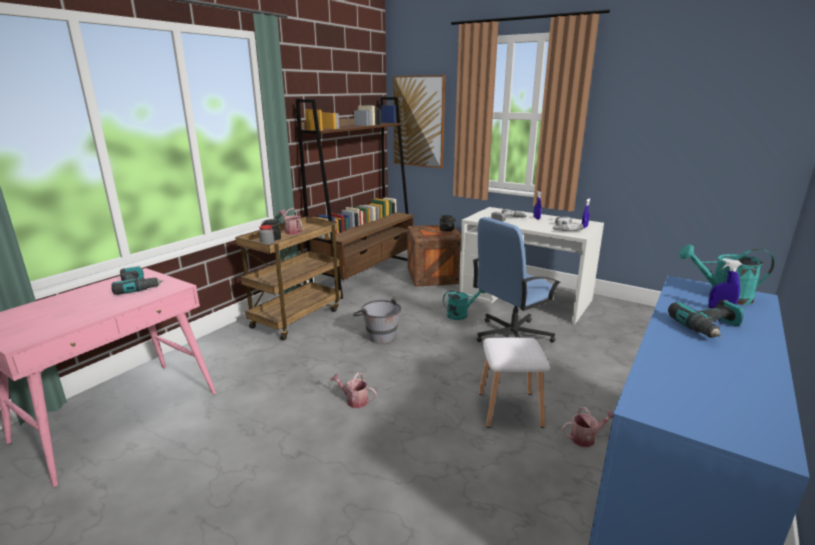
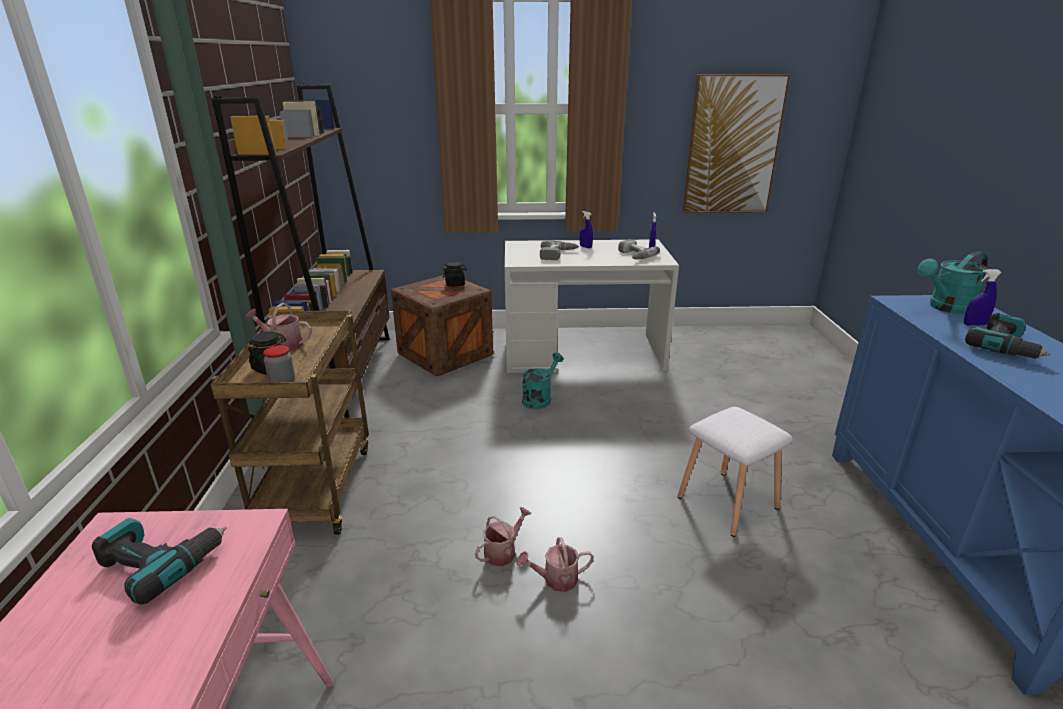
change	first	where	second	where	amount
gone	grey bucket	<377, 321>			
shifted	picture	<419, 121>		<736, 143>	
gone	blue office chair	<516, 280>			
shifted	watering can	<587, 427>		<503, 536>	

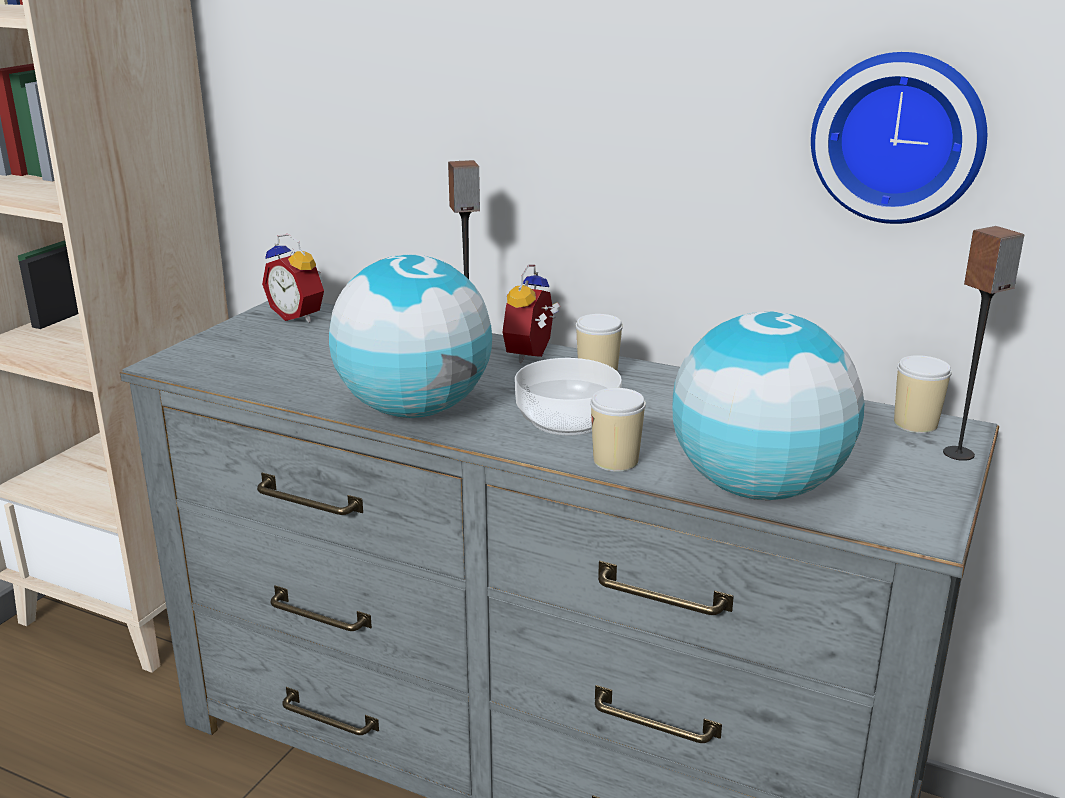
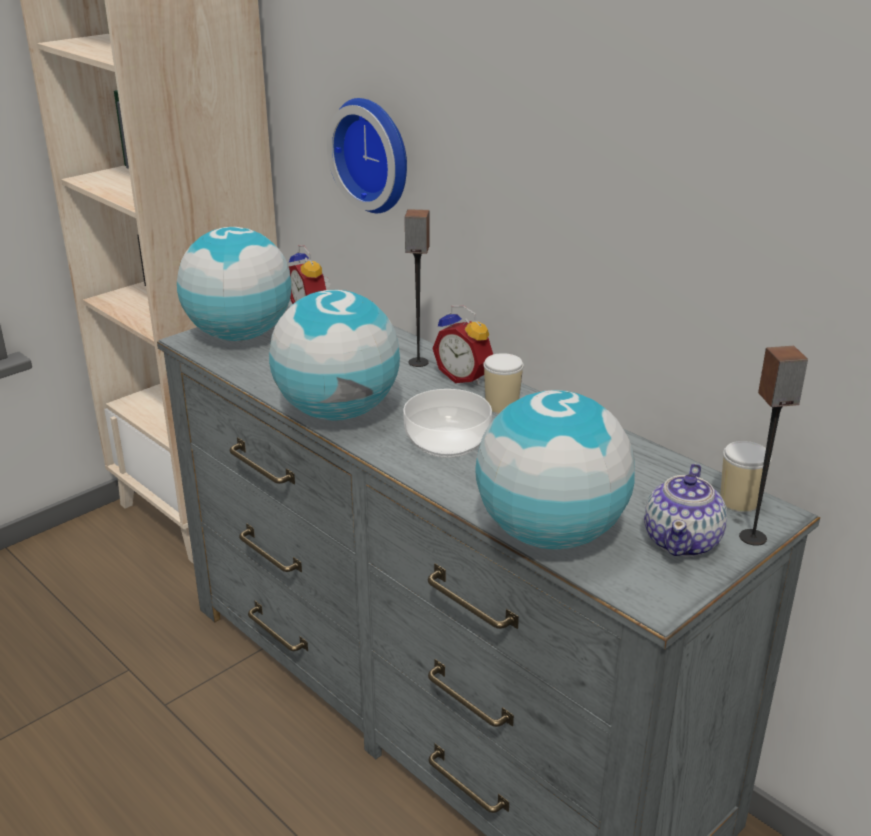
change	first	where	second	where	amount
rotated	alarm clock	<531, 313>		<463, 345>	90 degrees counterclockwise
gone	cup	<618, 430>			
shifted	wall clock	<899, 138>		<367, 155>	
new			globe	<234, 284>	
new			teapot	<685, 510>	

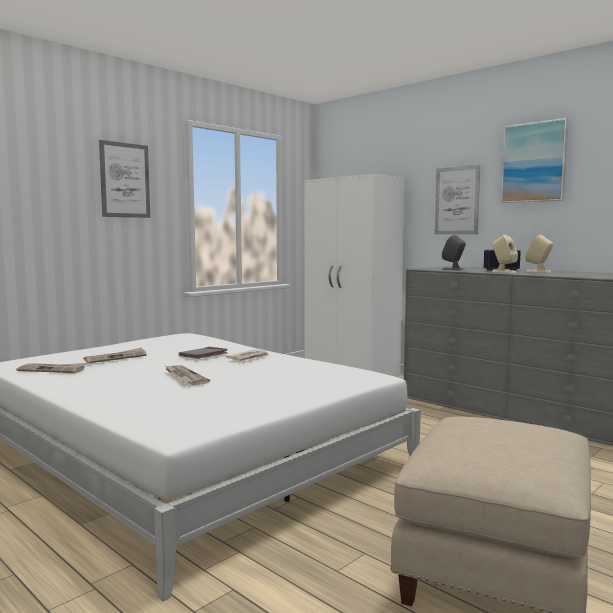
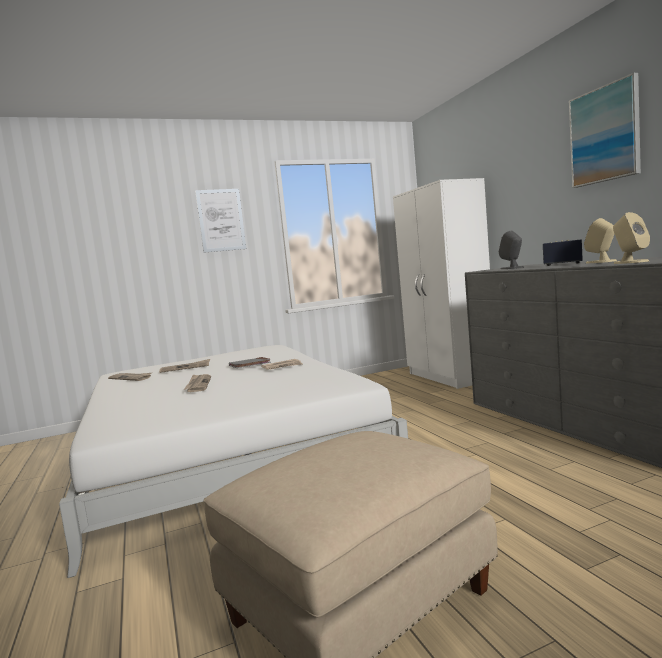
change	first	where	second	where	amount
gone	picture	<457, 199>			
shifted	beige speaker	<505, 254>		<631, 238>	

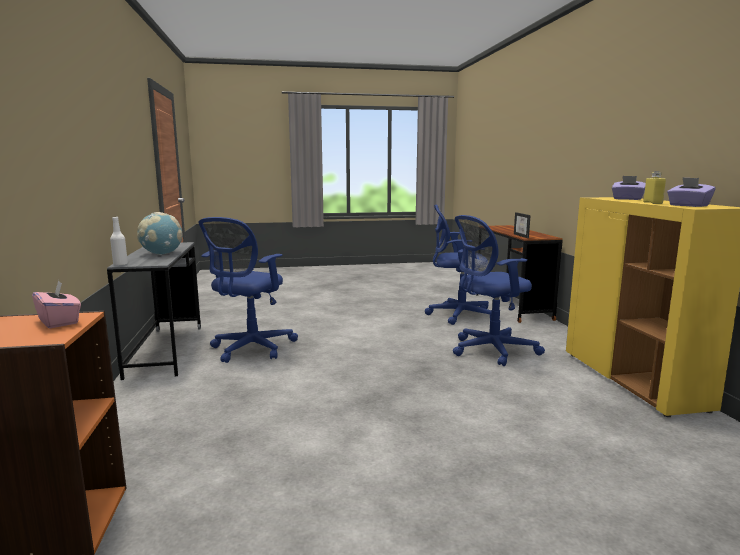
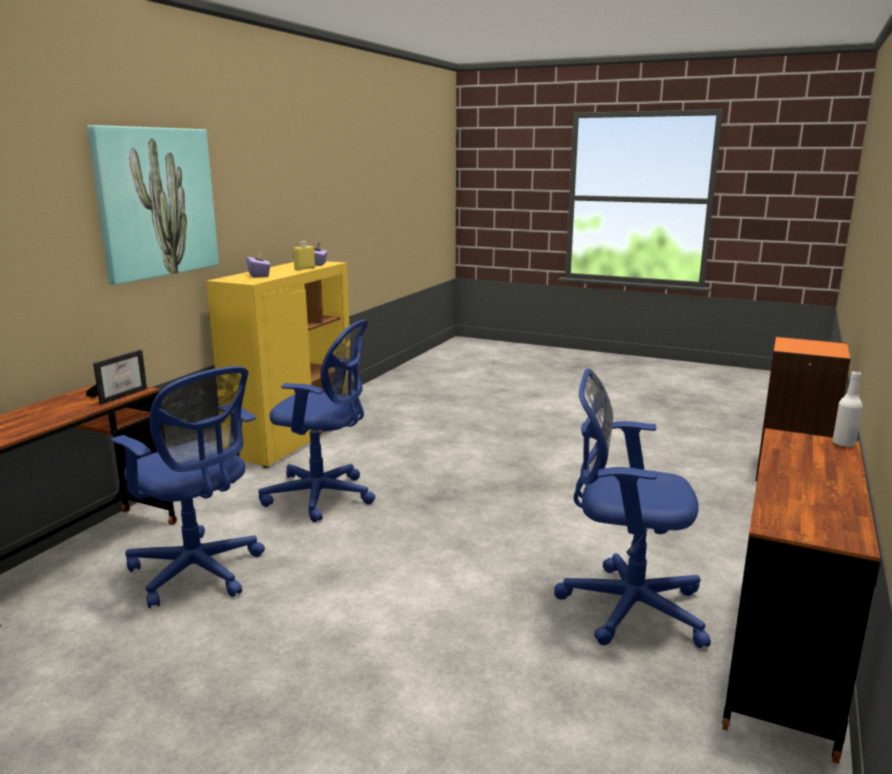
change	first	where	second	where	amount
gone	pink tissue box	<56, 304>			
repainted	grey desk	<154, 311>	brown desk	<801, 596>	
gone	globe	<160, 233>			
rotated	blue office chair	<248, 290>		<632, 508>	135 degrees counterclockwise
new			picture	<153, 205>	

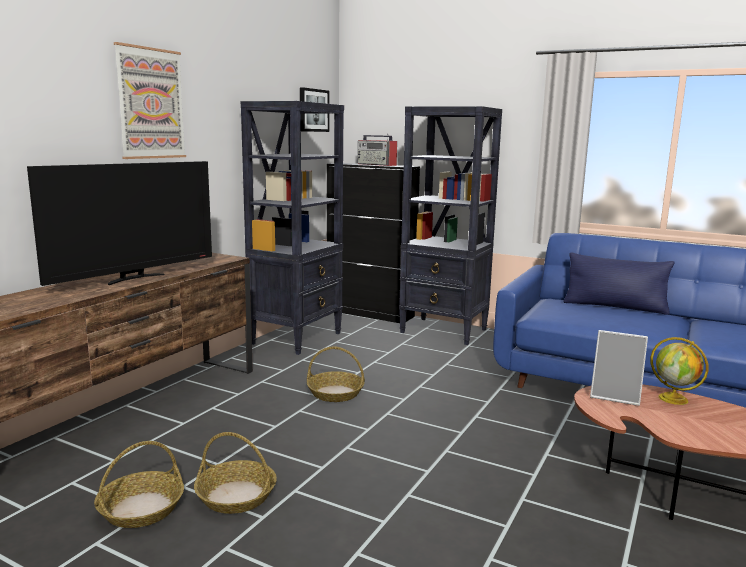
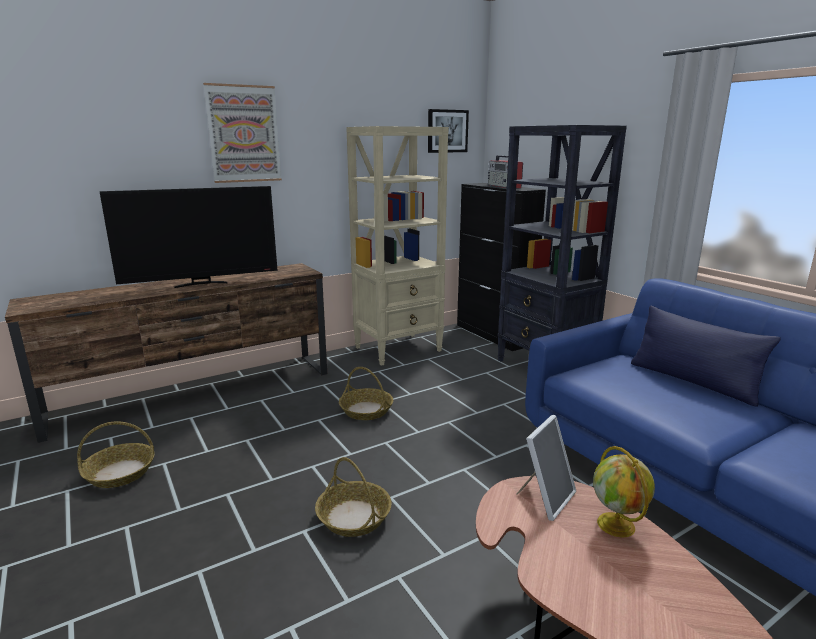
change	first	where	second	where	amount
shifted	basket	<235, 473>		<353, 497>	
repainted	black bookcase	<292, 228>	beige bookcase	<397, 246>	
rotated	picture frame	<619, 368>		<546, 468>	105 degrees counterclockwise

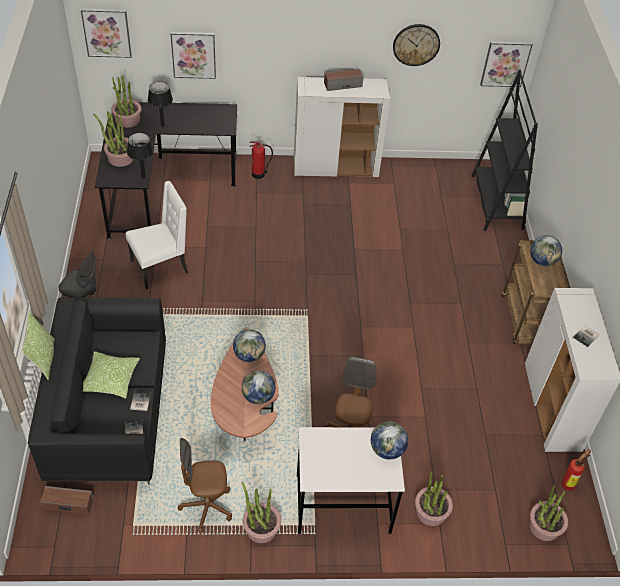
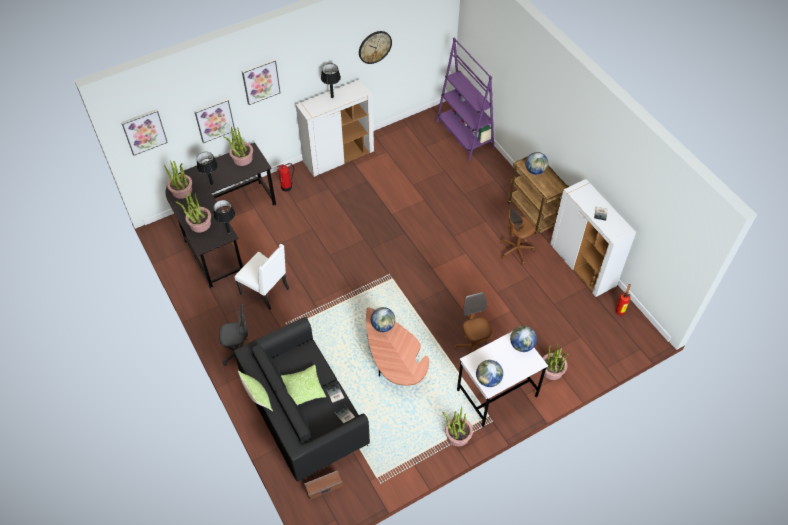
change	first	where	second	where	amount
rotated	white chair	<157, 235>		<262, 277>	90 degrees clockwise
shifted	brown office chair	<205, 485>		<518, 234>	
shifted	globe	<259, 387>		<489, 373>	
swapped	speaker	<344, 80>	black table lamp	<331, 80>	
repainted	black bookcase	<505, 150>	purple bookcase	<465, 98>	
shifted	picture	<506, 64>		<261, 82>	
shifted	potted plant	<548, 513>		<238, 146>	

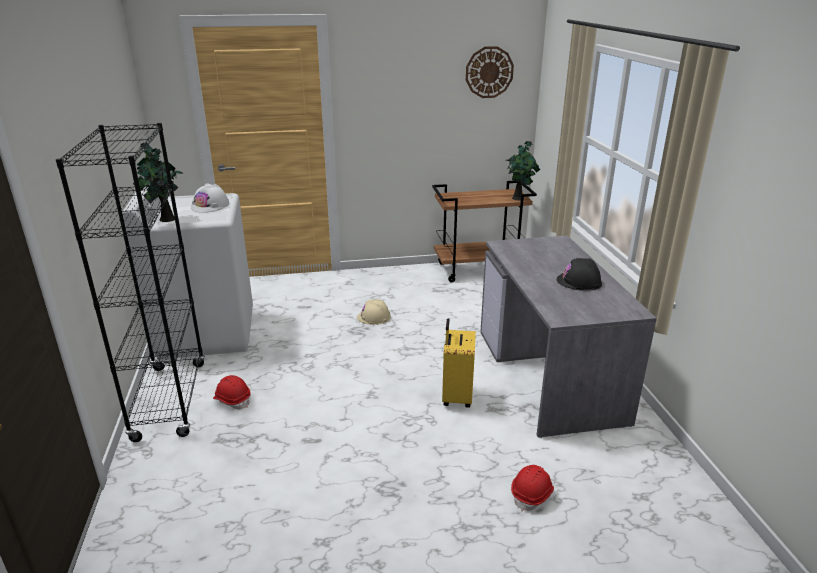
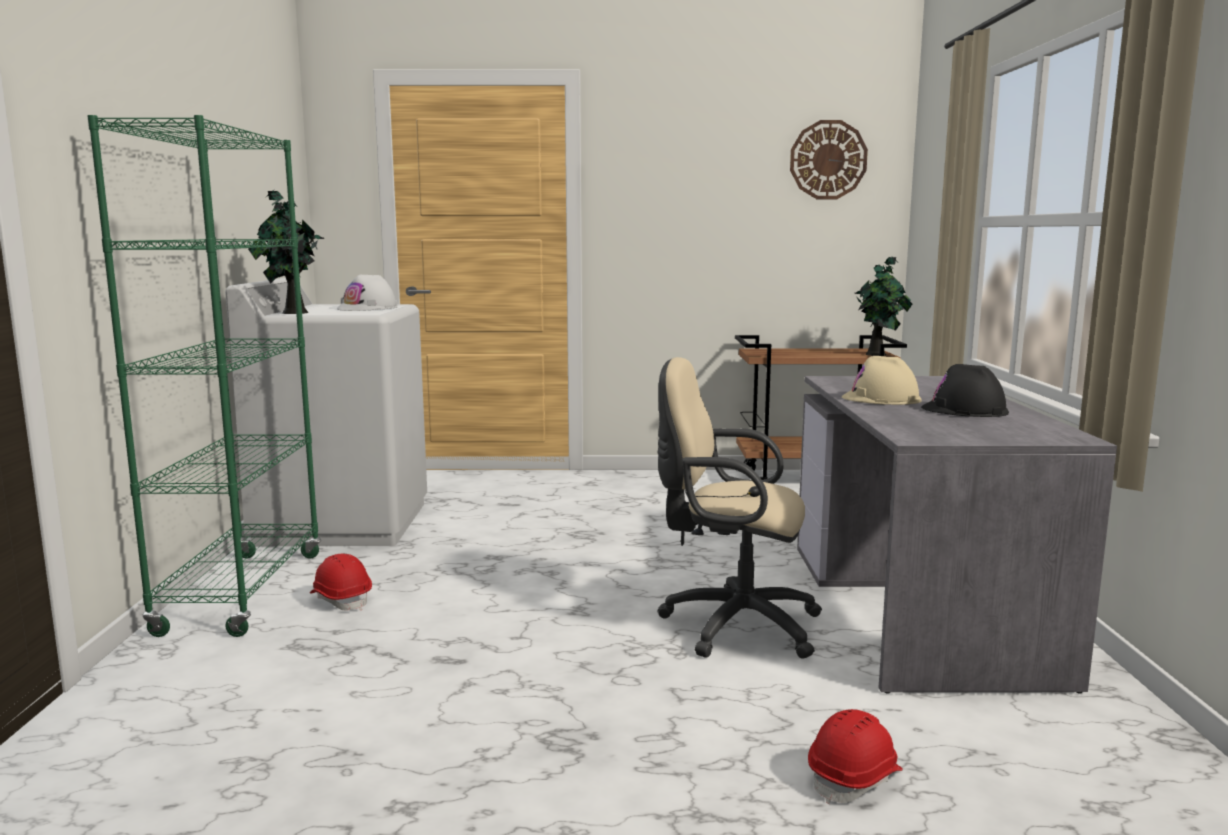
change	first	where	second	where	amount
repainted	black bookcase	<130, 282>	green bookcase	<204, 376>	
shifted	beige hard hat	<374, 312>		<882, 380>	
swapped	yellow suitcase	<459, 363>	beige office chair	<739, 508>	

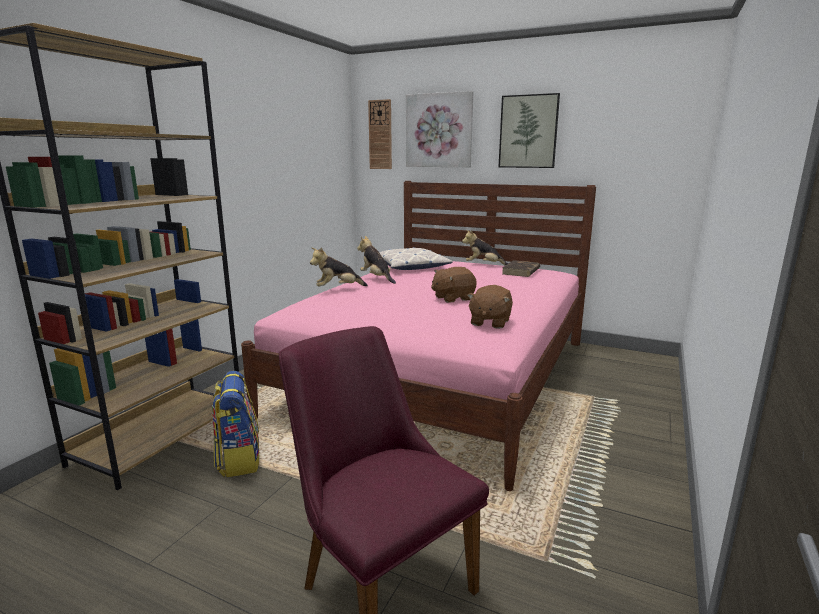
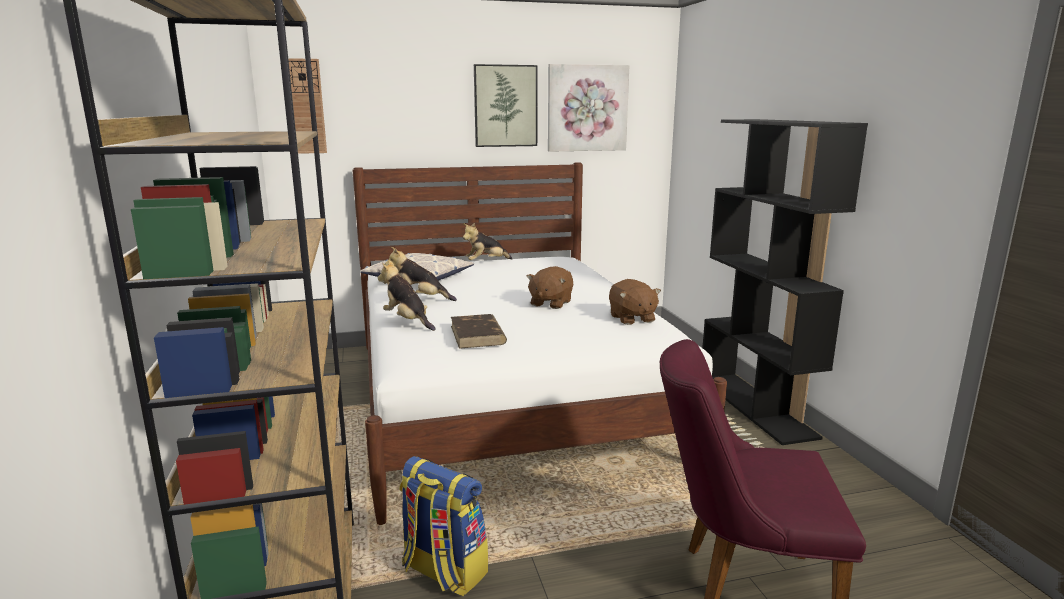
change	first	where	second	where	amount
repainted	pink bed	<418, 336>	white bed	<539, 344>	
rotated	plush toy	<339, 267>		<406, 295>	105 degrees clockwise
shifted	picture	<439, 129>		<588, 108>	
shifted	brown book	<521, 268>		<479, 331>	
new			black bookcase	<785, 282>	

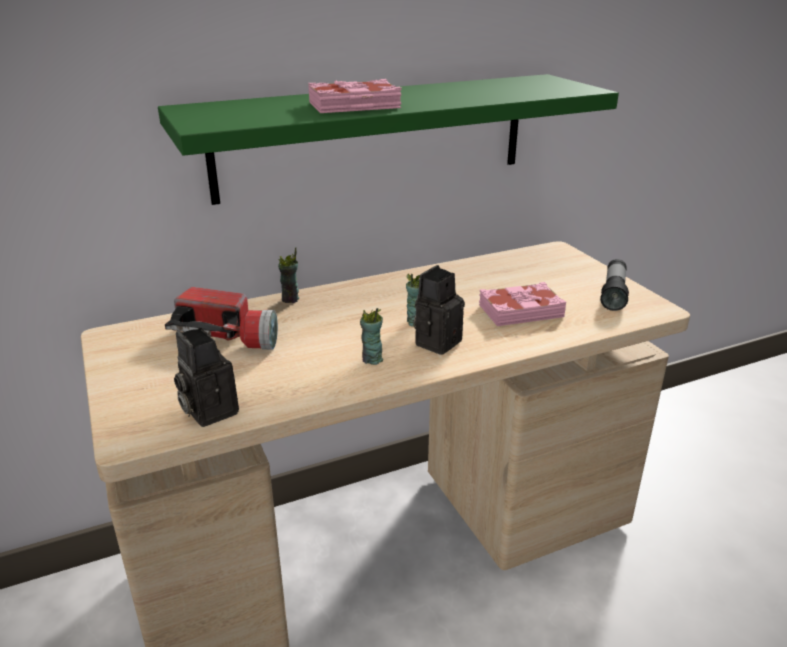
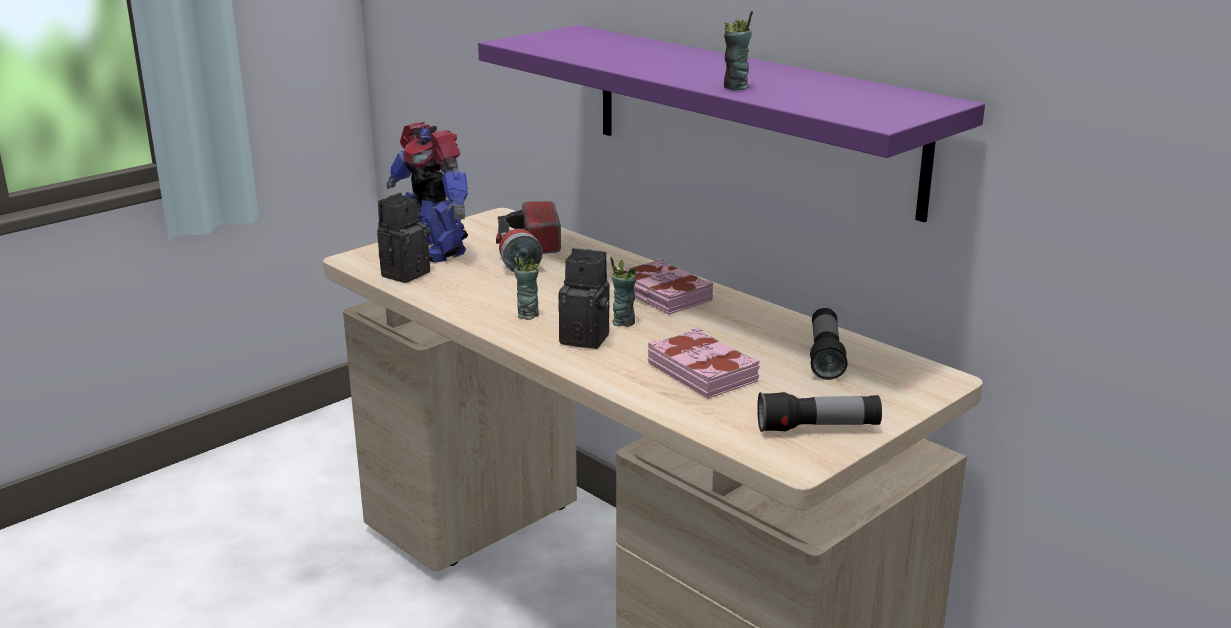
change	first	where	second	where	amount
repainted	green shelf	<388, 139>	purple shelf	<731, 123>	
shifted	cup	<288, 275>		<738, 50>	
shifted	pink book	<355, 96>		<667, 286>	
new			toy robot	<427, 192>	
new			flashlight	<829, 344>	

